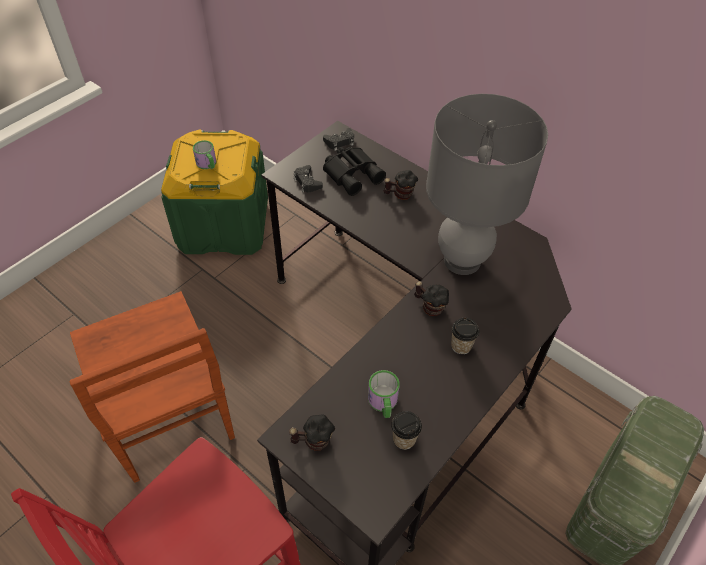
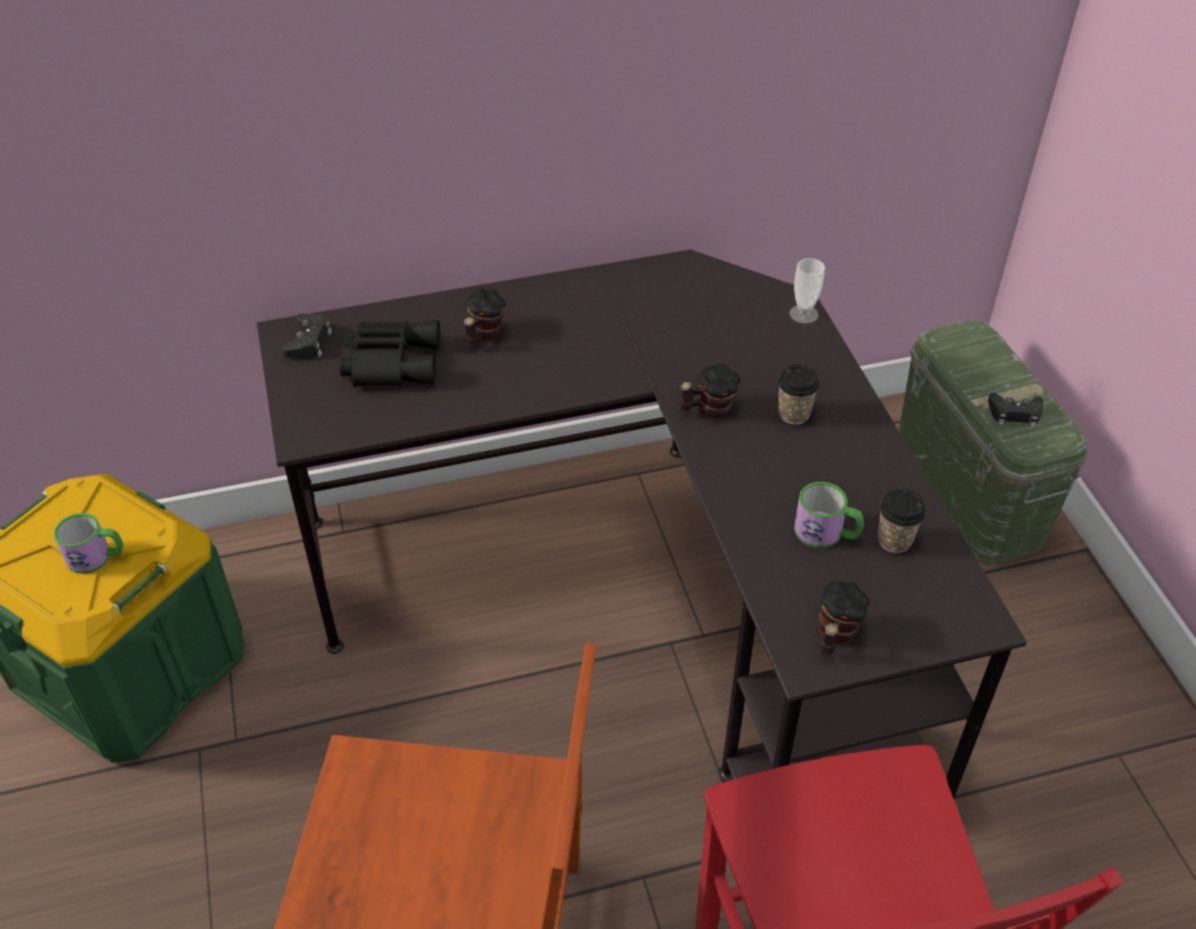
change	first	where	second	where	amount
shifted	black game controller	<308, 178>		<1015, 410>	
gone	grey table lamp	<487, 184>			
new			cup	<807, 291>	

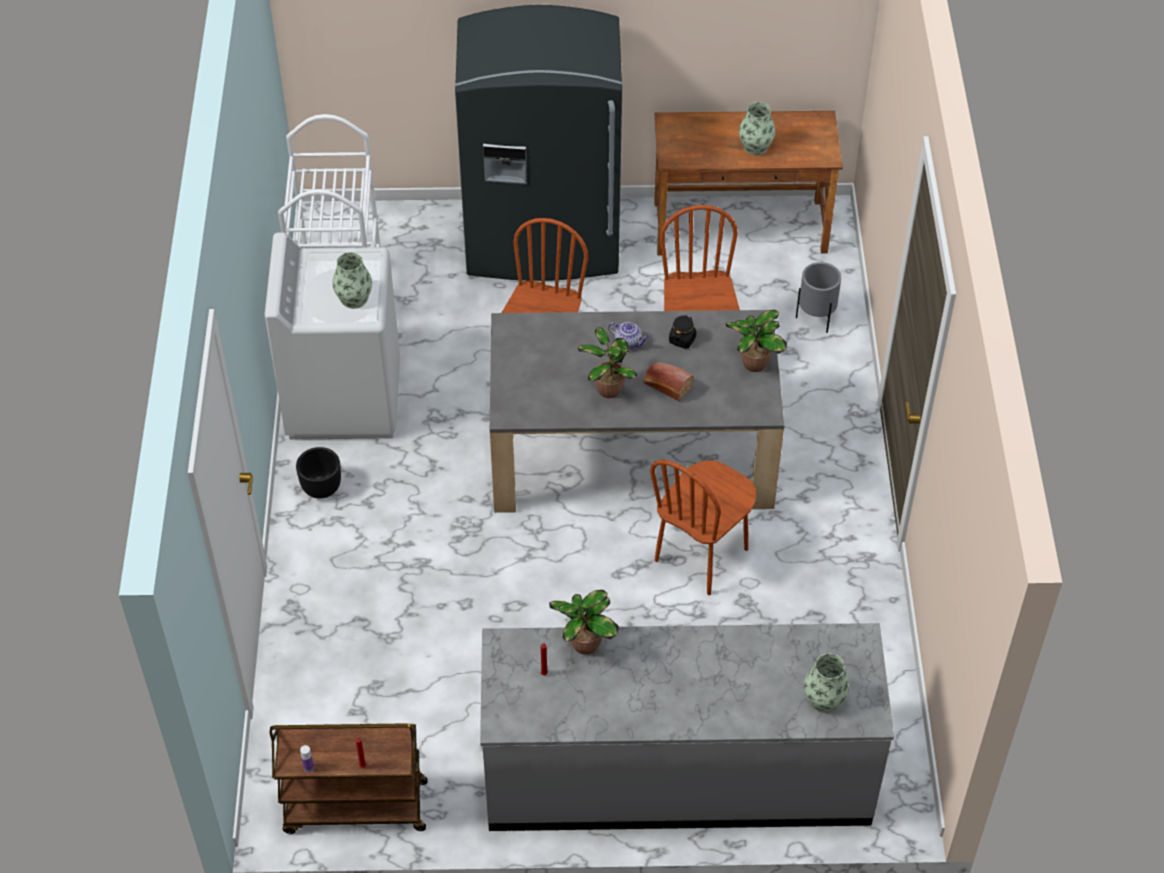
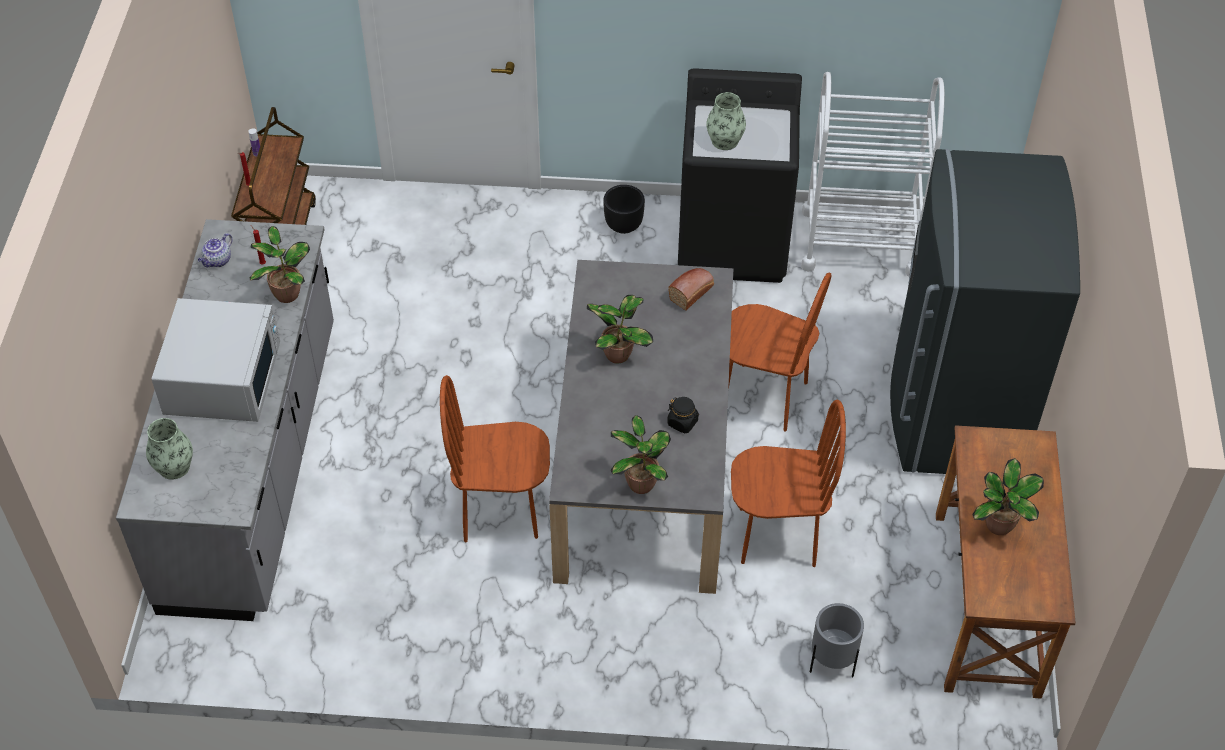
change	first	where	second	where	amount
repainted	white washing machine	<332, 336>	black washing machine	<740, 175>	
shifted	teapot	<628, 335>		<215, 250>	
shifted	bread	<668, 382>		<691, 289>	
rotated	brown chair	<703, 527>		<495, 458>	45 degrees counterclockwise
swapped	vase	<757, 128>	potted plant	<1008, 496>	
new			white microwave	<216, 360>	

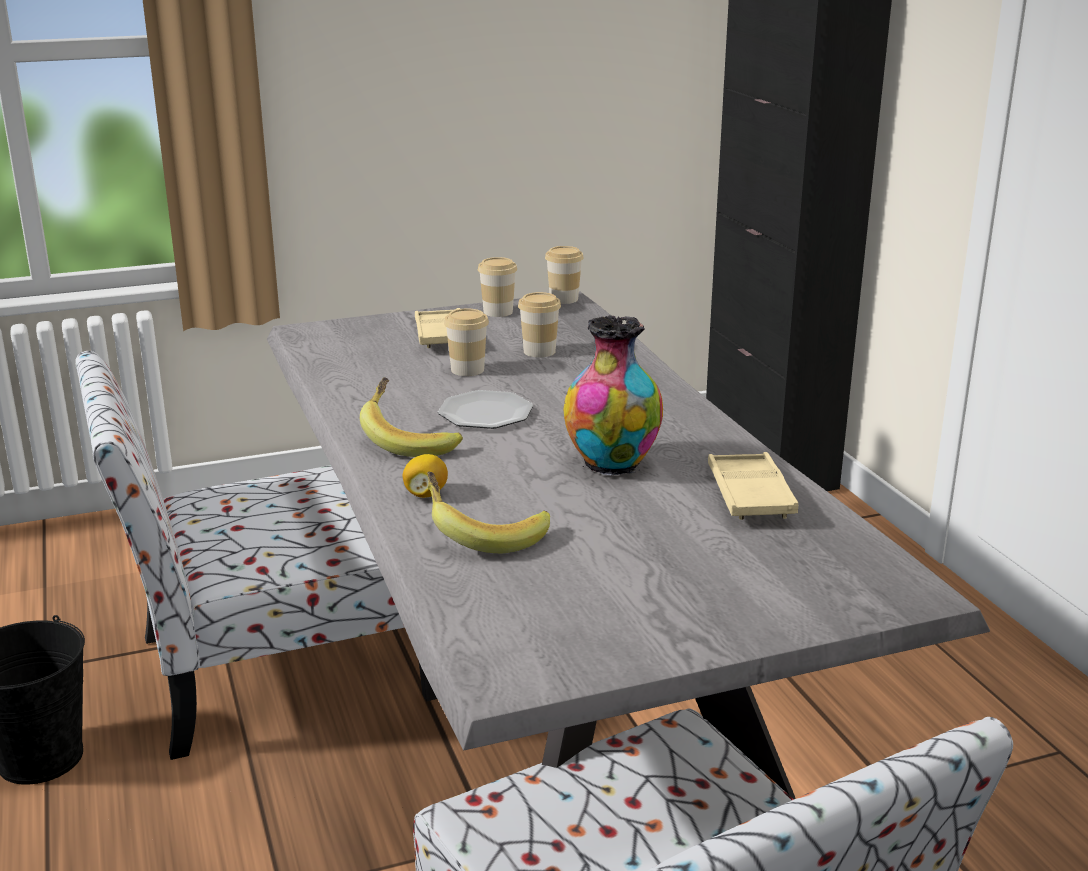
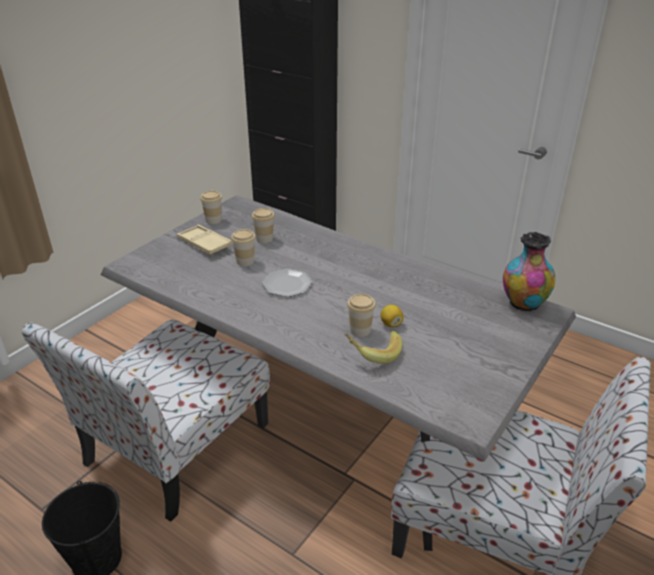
change	first	where	second	where	amount
gone	banana	<411, 417>			
shifted	lemon	<425, 476>		<392, 316>	
shifted	cup	<564, 275>		<361, 315>	
shifted	vase	<613, 395>		<529, 272>	
gone	beige tray	<753, 486>			

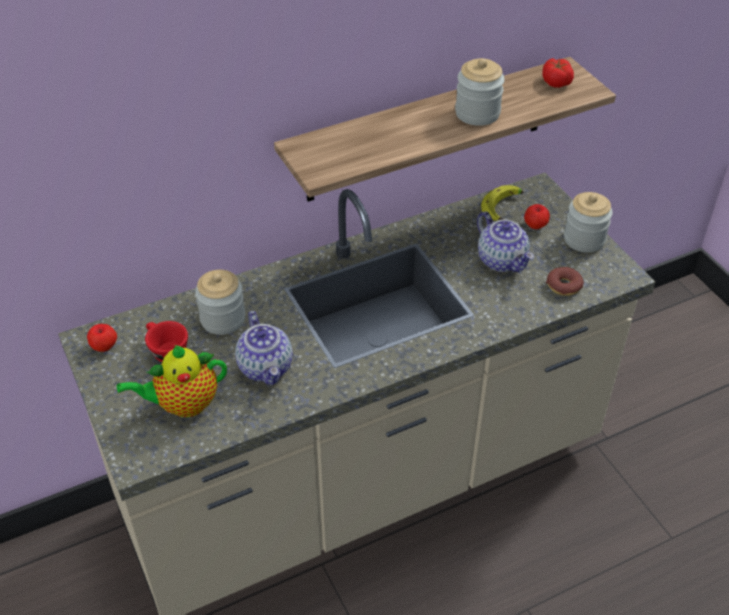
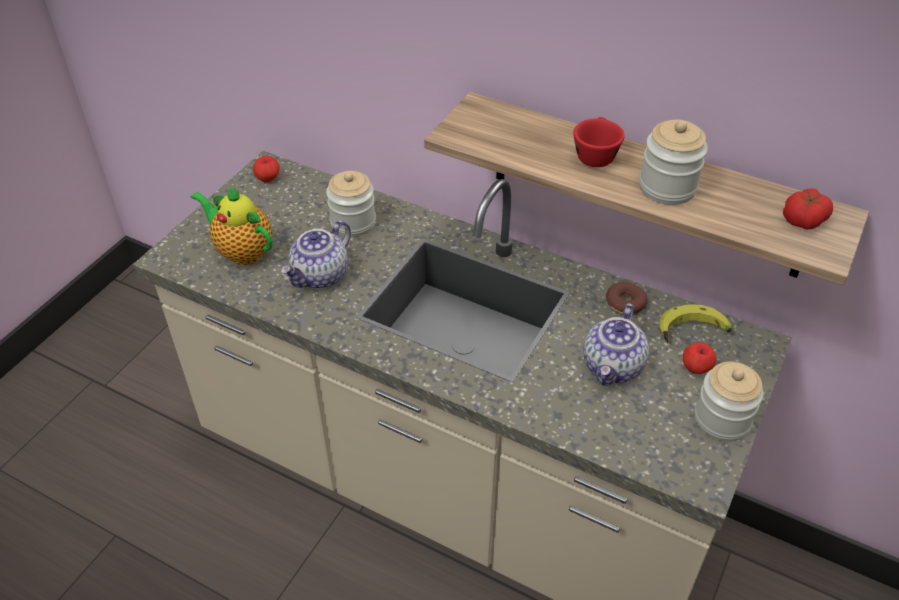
change	first	where	second	where	amount
shifted	red cup	<166, 341>		<598, 142>	
shifted	donut	<565, 281>		<626, 298>	

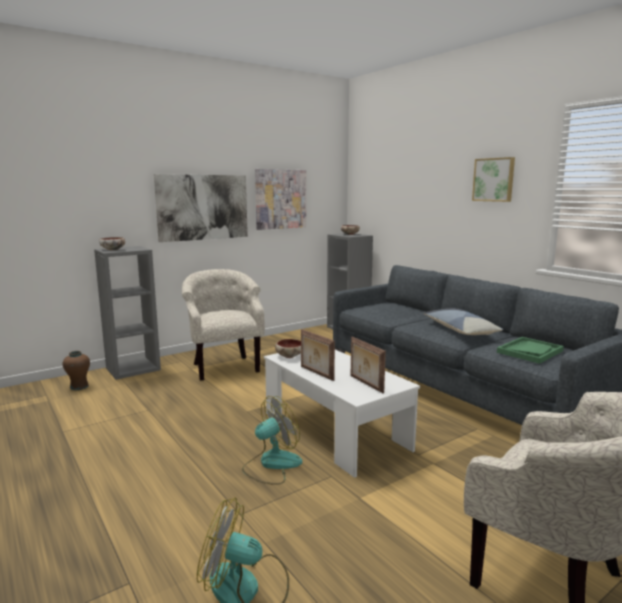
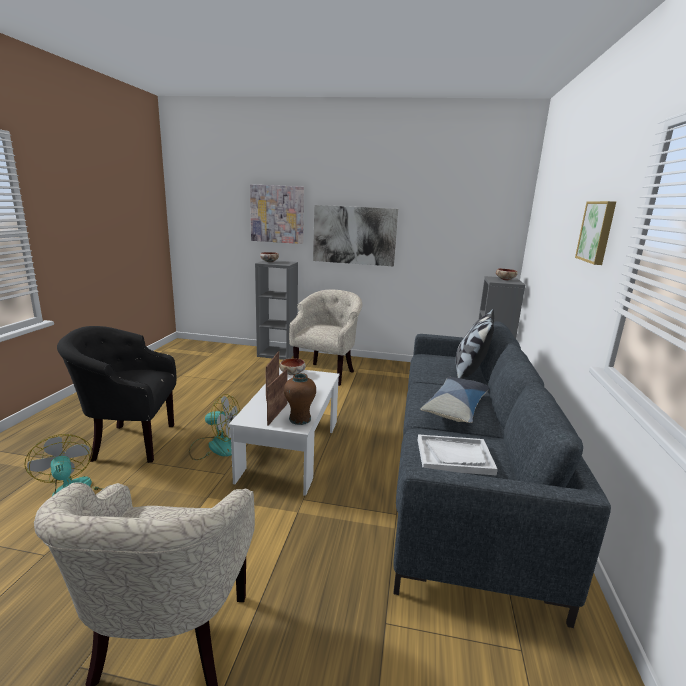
change	first	where	second	where	amount
shifted	brown vase	<76, 370>		<300, 399>	
shifted	picture	<280, 199>		<277, 214>	
repainted	green tray	<530, 350>	white tray	<458, 455>	
new			black armchair	<116, 394>	
new			pillow	<475, 344>	

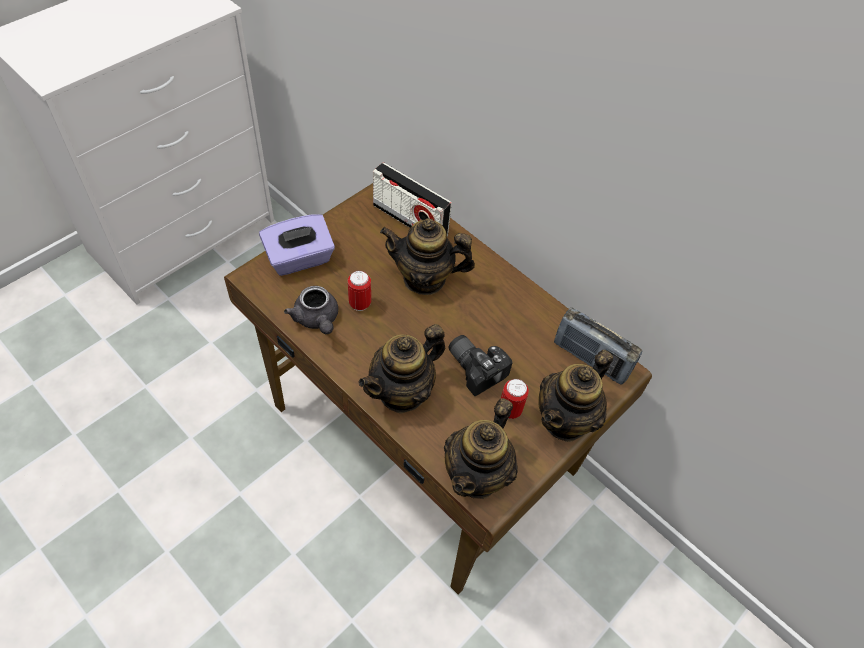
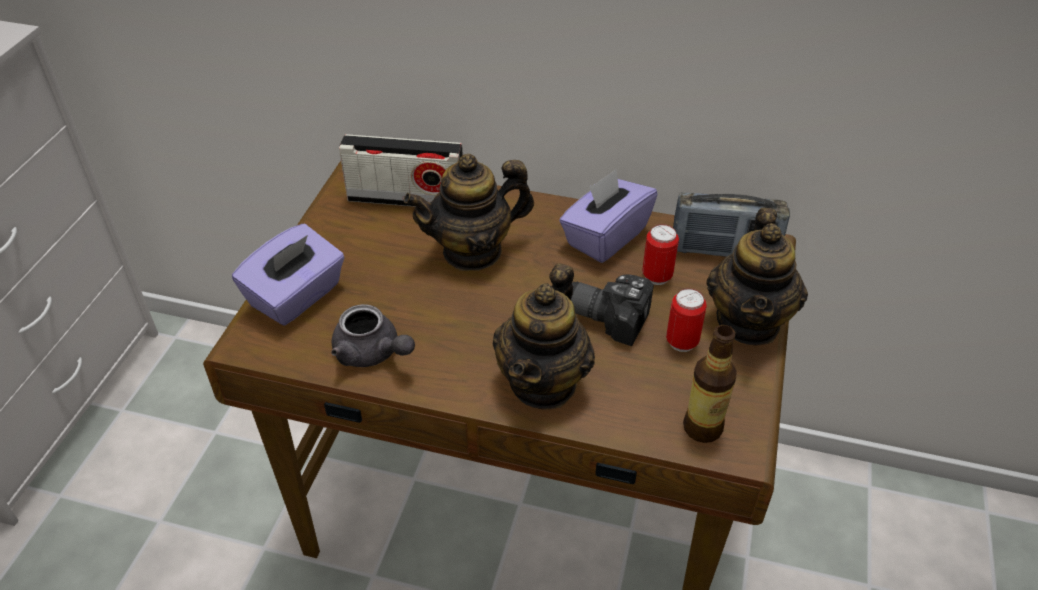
change	first	where	second	where	amount
shifted	can	<359, 290>		<660, 254>	
swapped	teapot	<481, 448>	bottle	<710, 384>	
new			purple tissue box	<608, 216>	

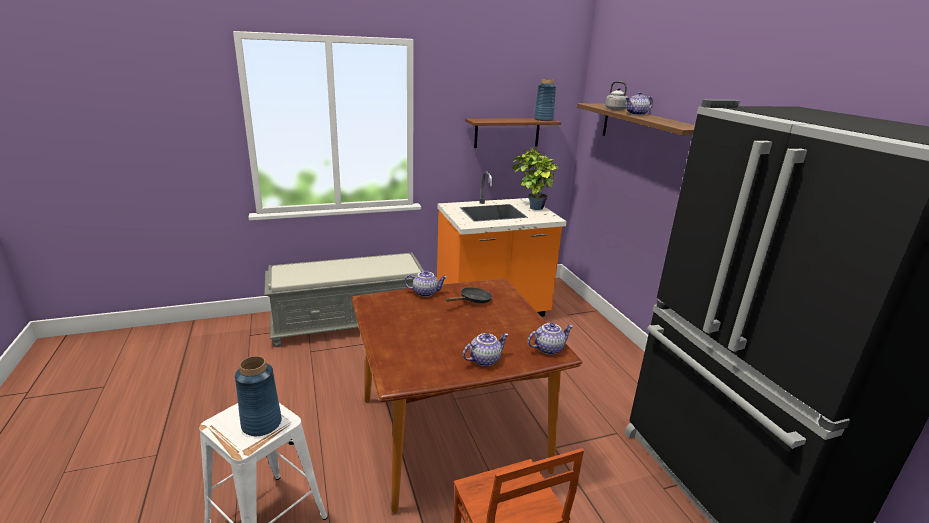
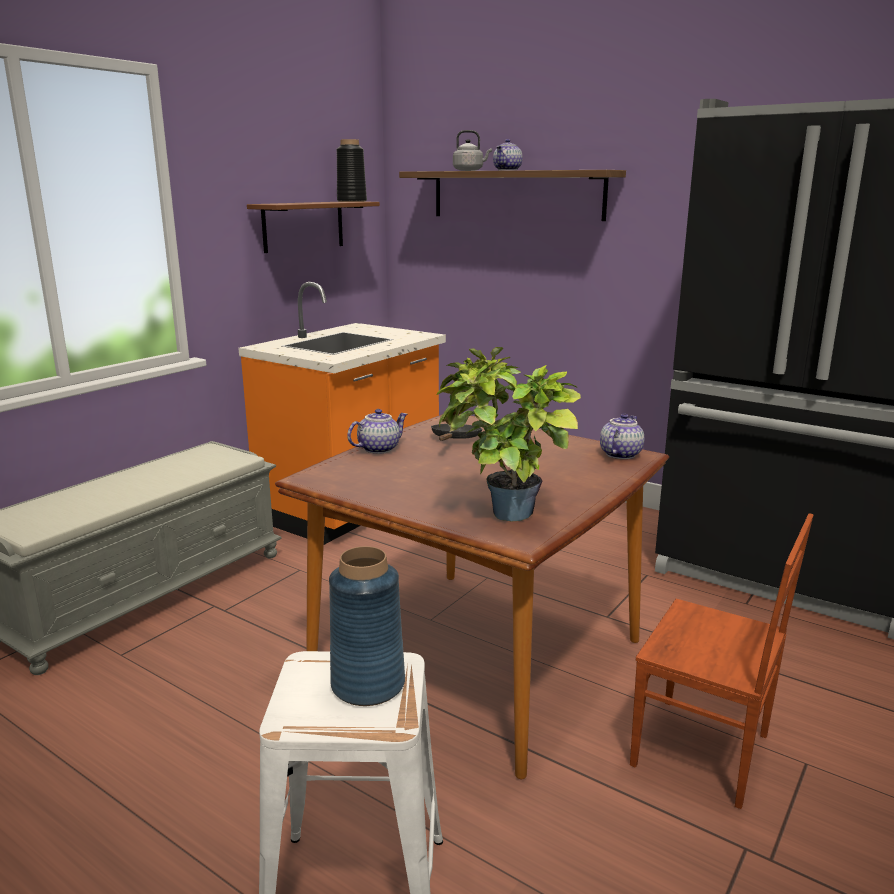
change	first	where	second	where	amount
gone	teapot	<486, 349>			
shifted	potted plant	<535, 178>		<509, 434>	
repainted	blue vase	<545, 100>	black vase	<351, 170>	

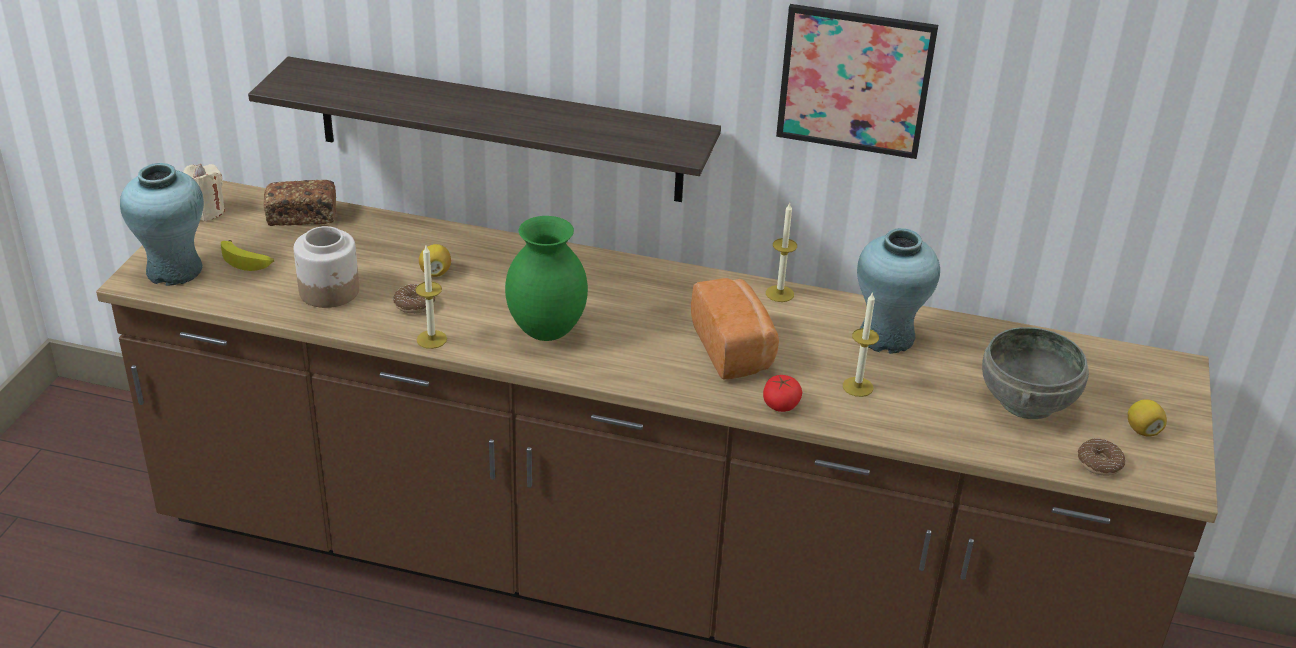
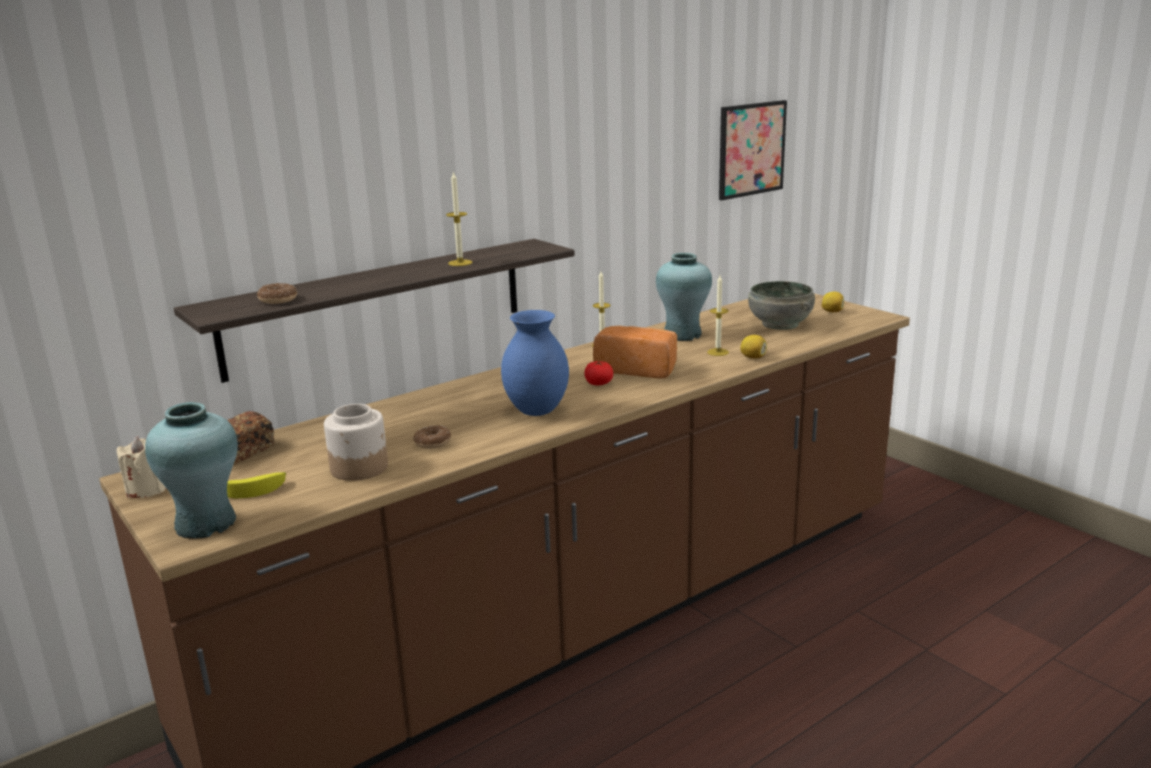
change	first	where	second	where	amount
shifted	candle	<431, 297>		<459, 218>	
shifted	lemon	<435, 260>		<753, 347>	
repainted	green vase	<546, 278>	blue vase	<535, 363>	
shifted	tomato	<782, 393>		<598, 373>	
shifted	picture	<857, 81>		<753, 150>	
shifted	donut	<1102, 457>		<277, 293>	

